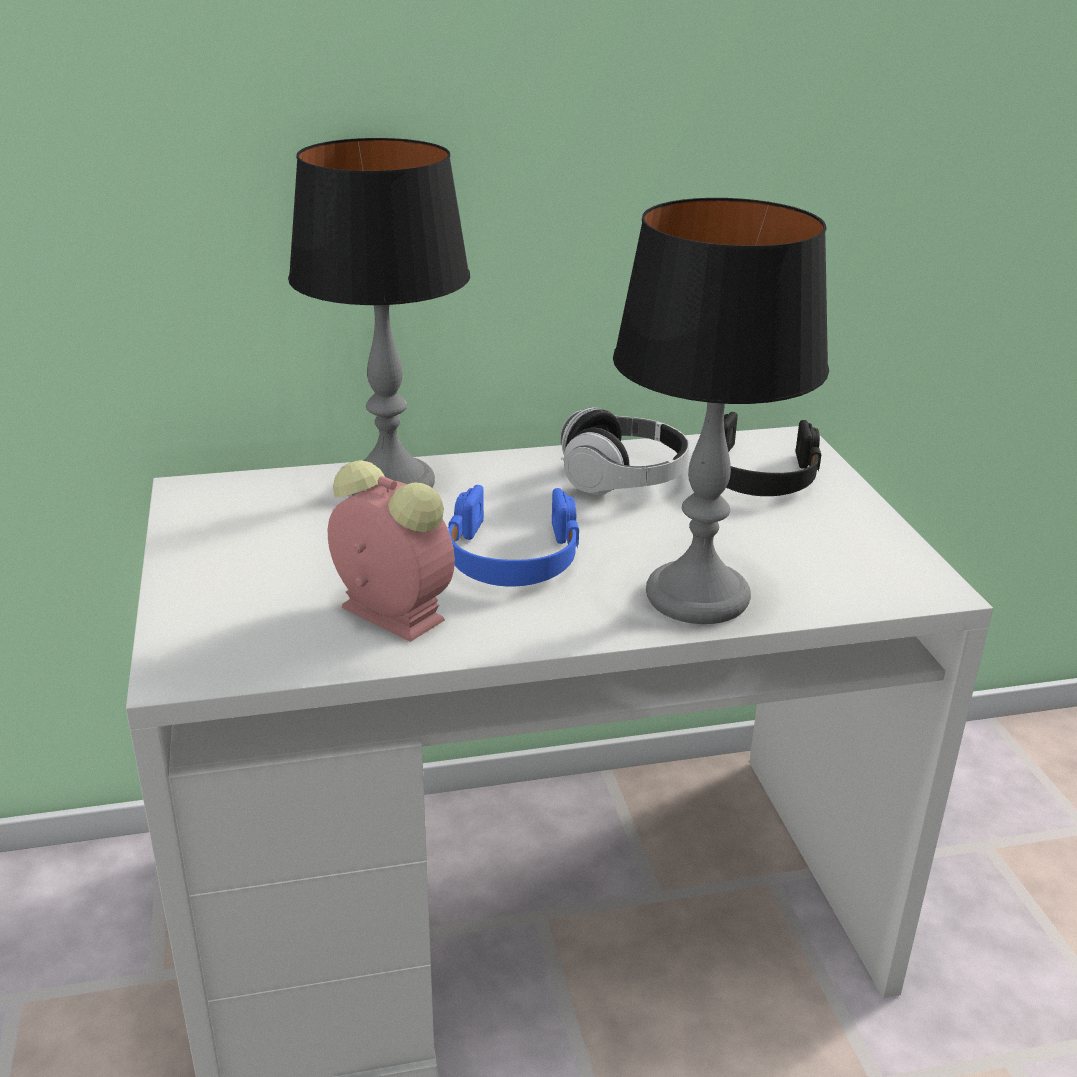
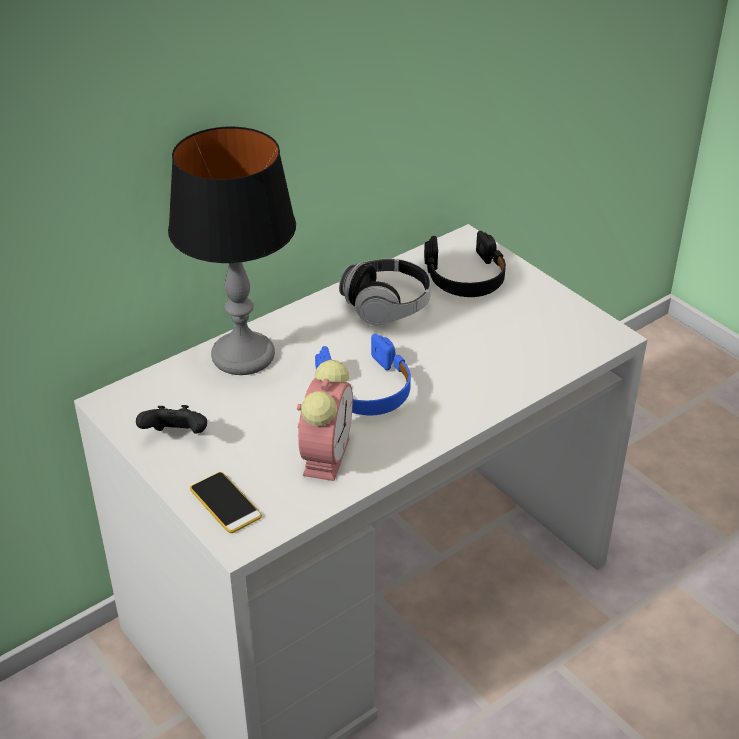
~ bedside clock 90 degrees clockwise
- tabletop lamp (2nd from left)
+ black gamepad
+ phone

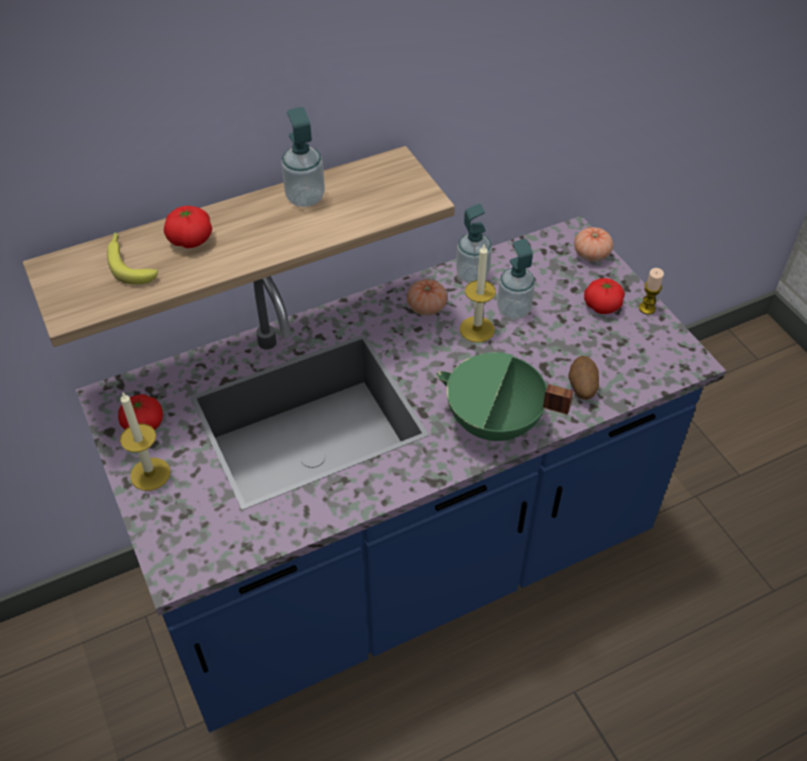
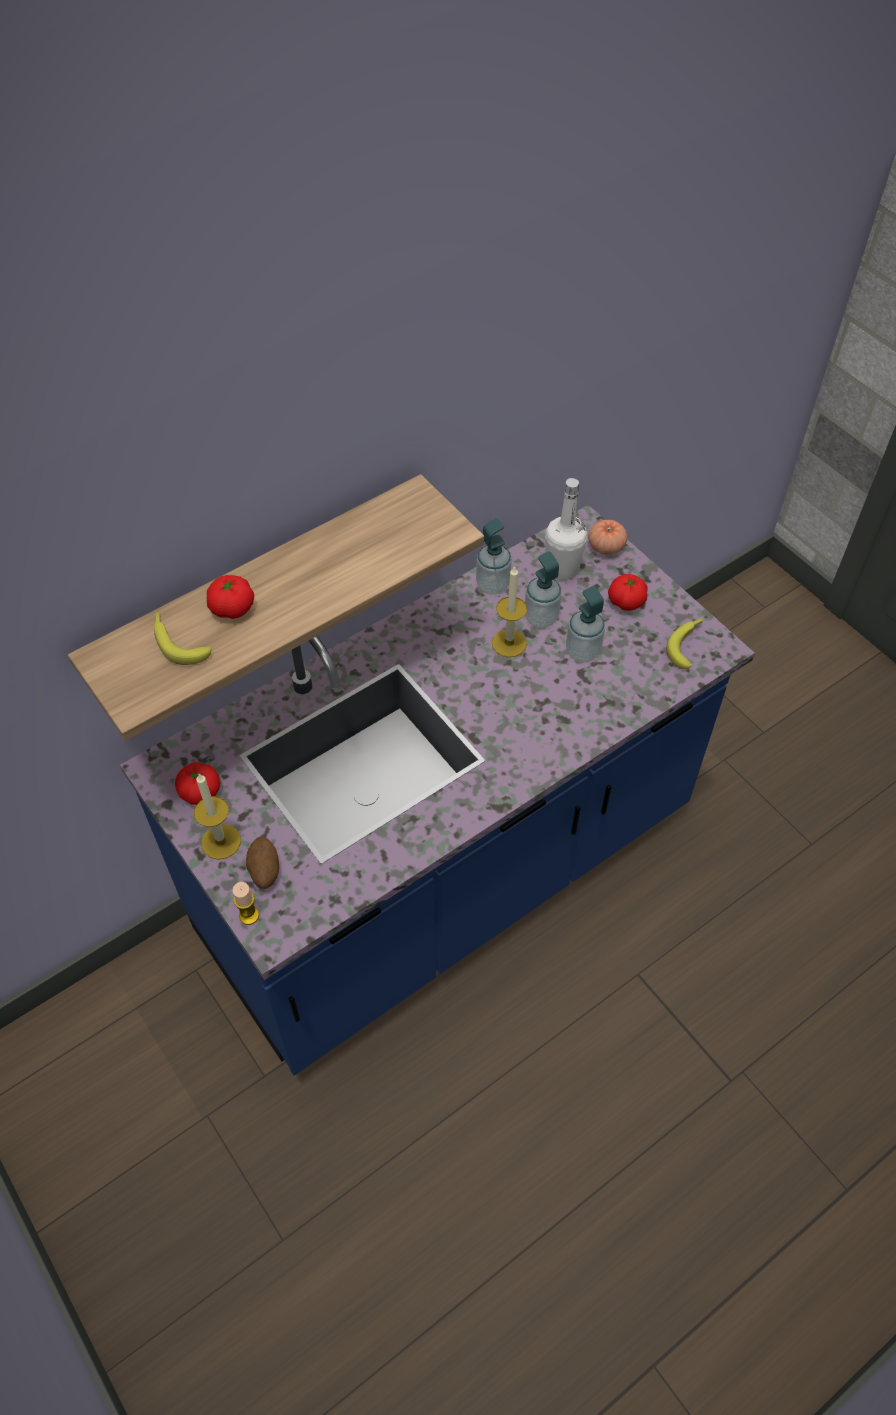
~ liquid soap bottle (1st from left in the first image) to liquid soap bottle (3rd from left)
- tomato (3rd from left)
- greenish saucepot
~ whole potato
~ candle (3rd from left in the first image) to candle (2nd from left)
+ whitish drink bottle
+ banana fruit (2nd from left)

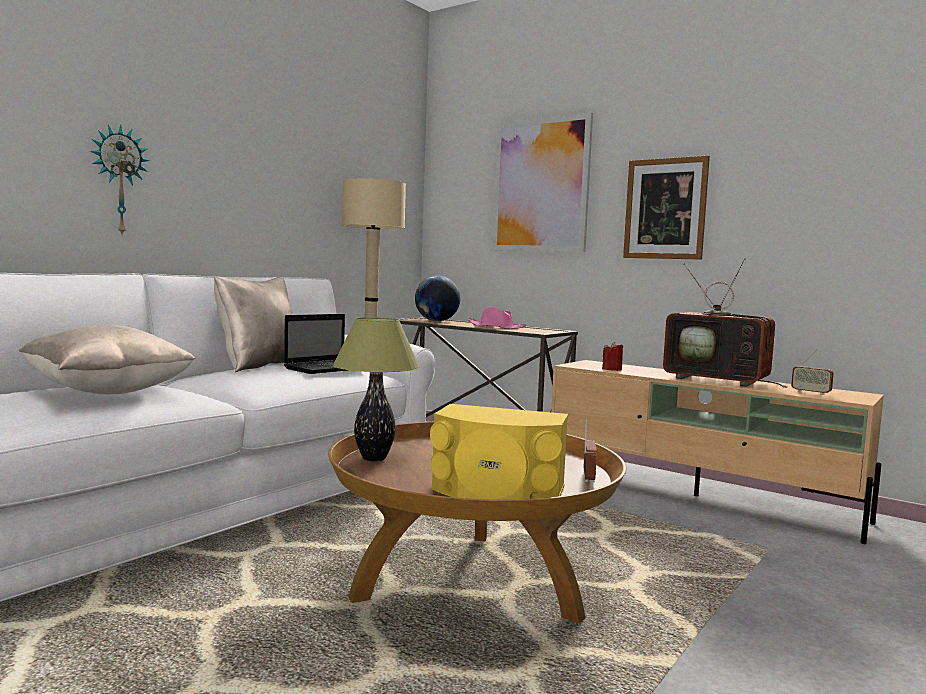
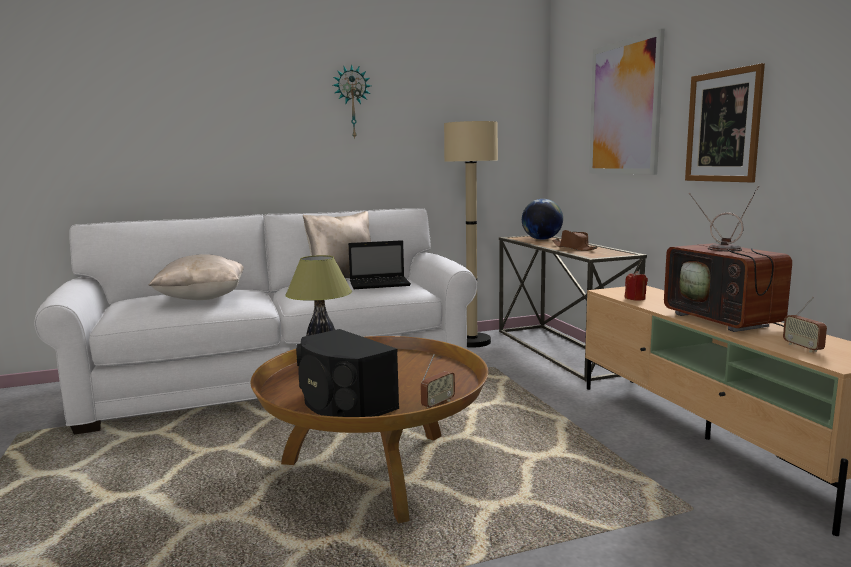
~ hanging clock
~ yellow audio speaker to black audio speaker
~ pinkish clothing hat to brown-coloured clothing hat

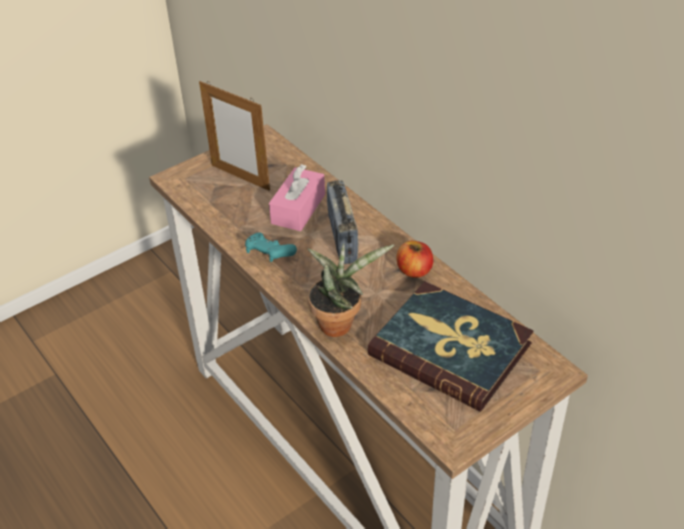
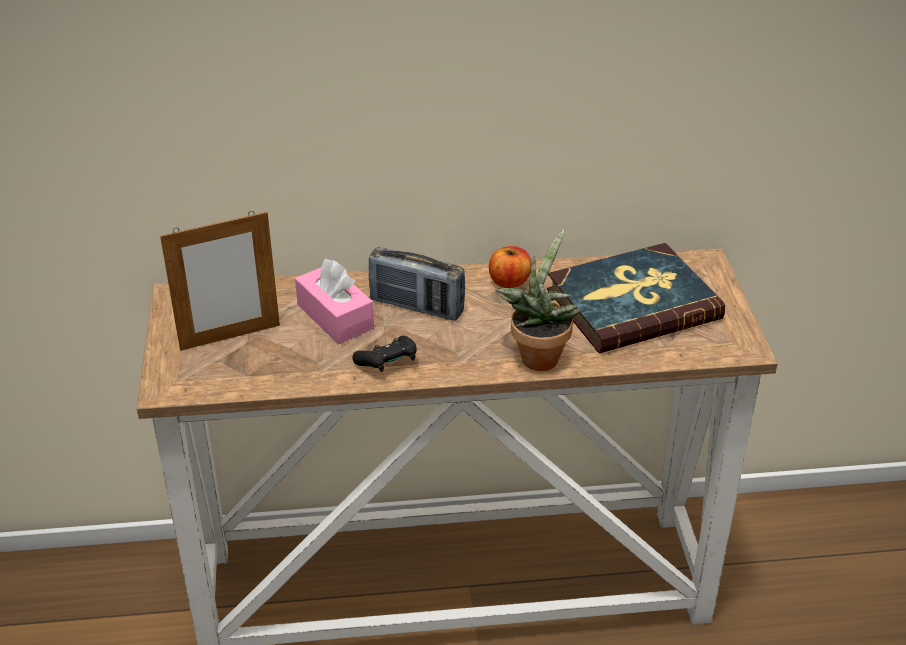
~ turquoise-coloured gamepad to black gamepad

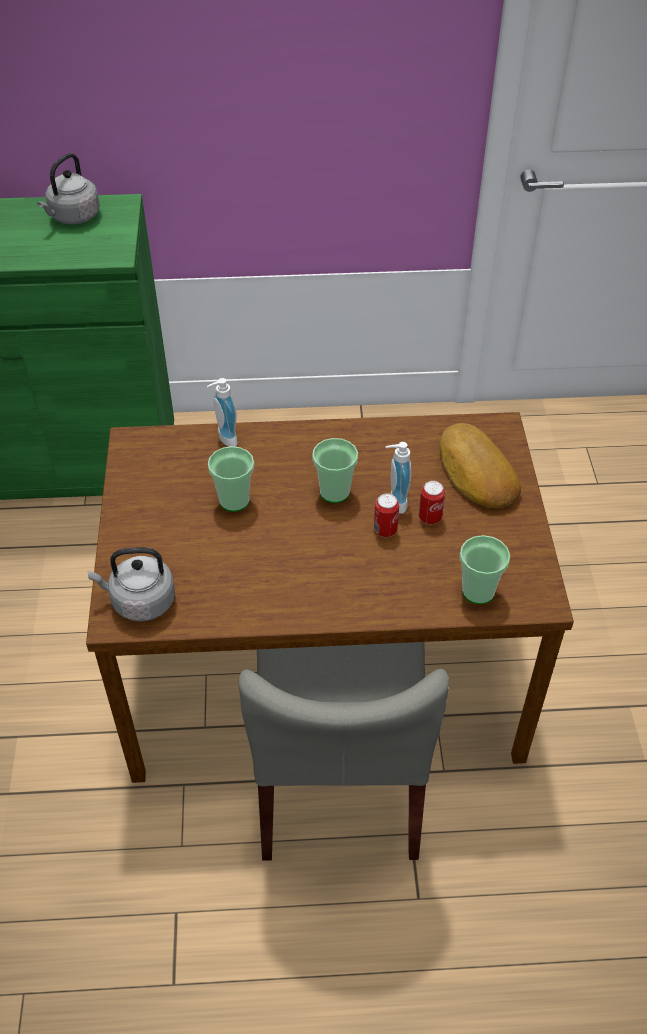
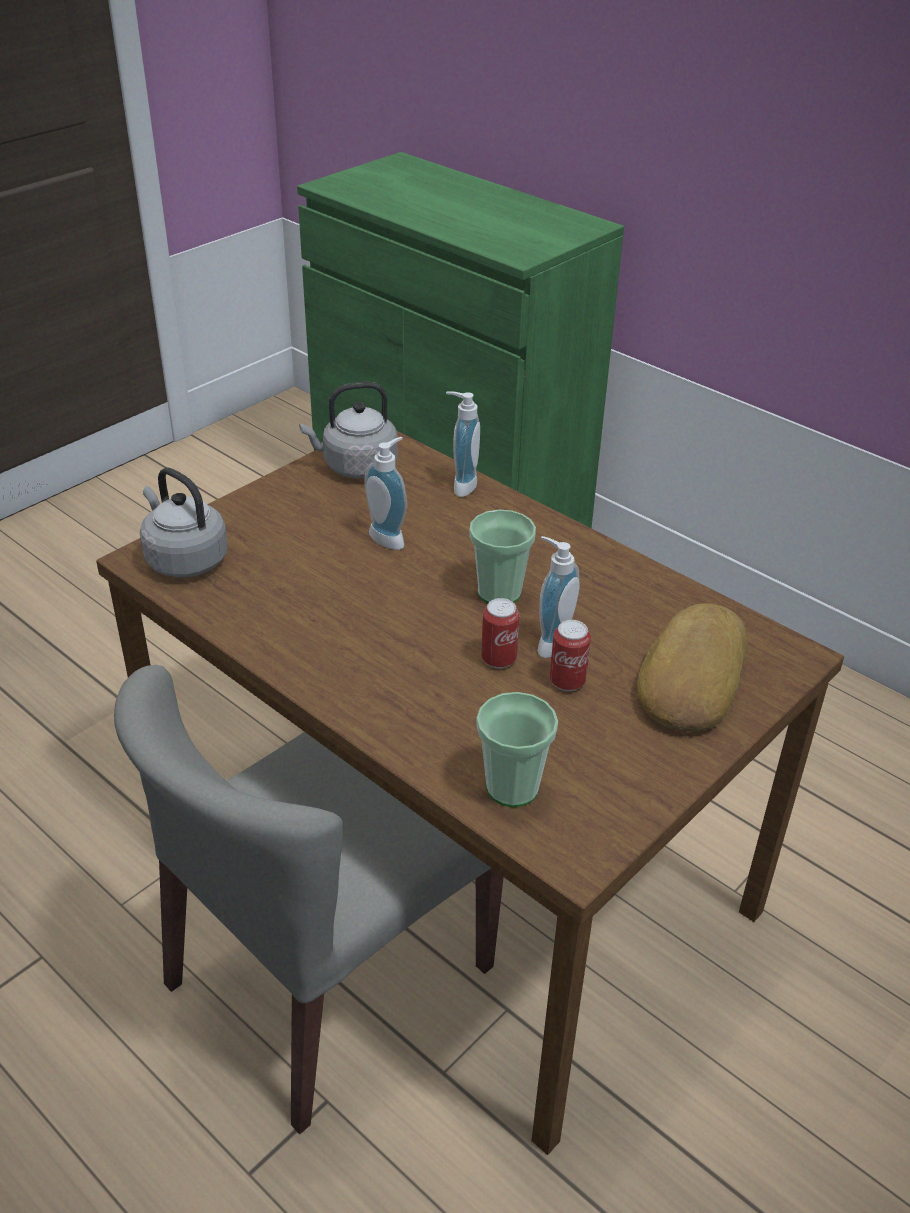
~ grey tea kettle (1st from left in the first image) to grey tea kettle (2nd from left)
~ drinking cup (1st from left) to liquid soap bottle (1st from left)

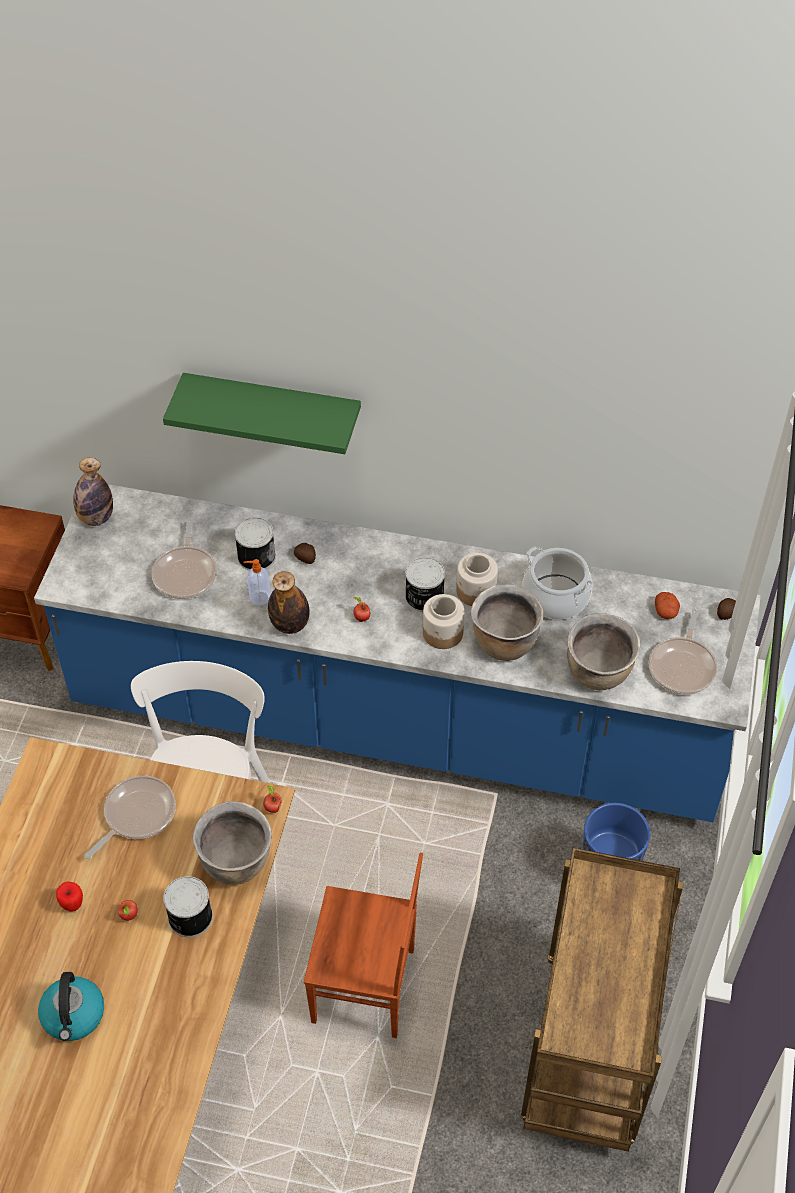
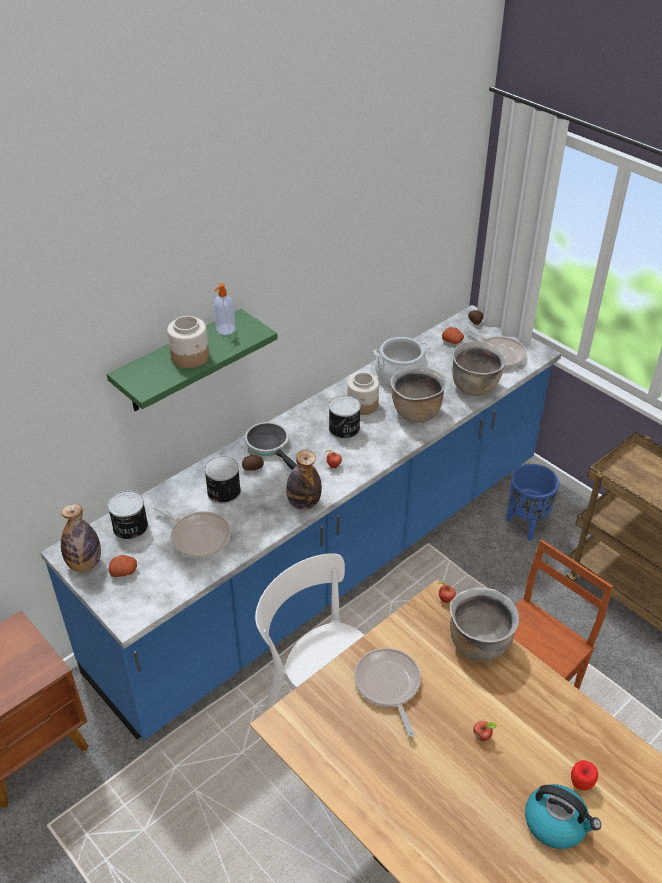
~ apple (1st from left in the first image) to apple (4th from left)
~ can (1st from left)
~ liquid soap bottle
~ preserve jar (1st from left)
+ whole potato (1st from left)
+ frying pan (2nd from left)

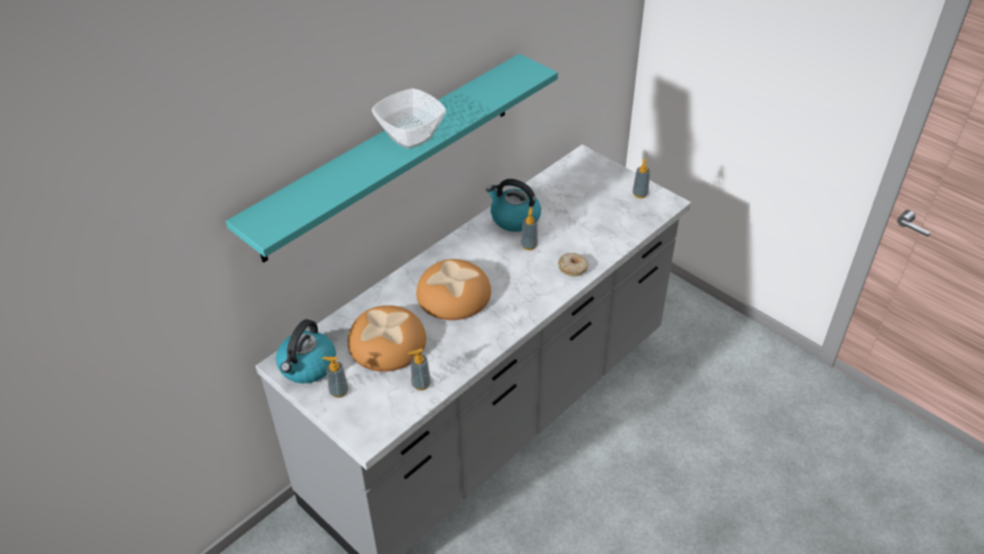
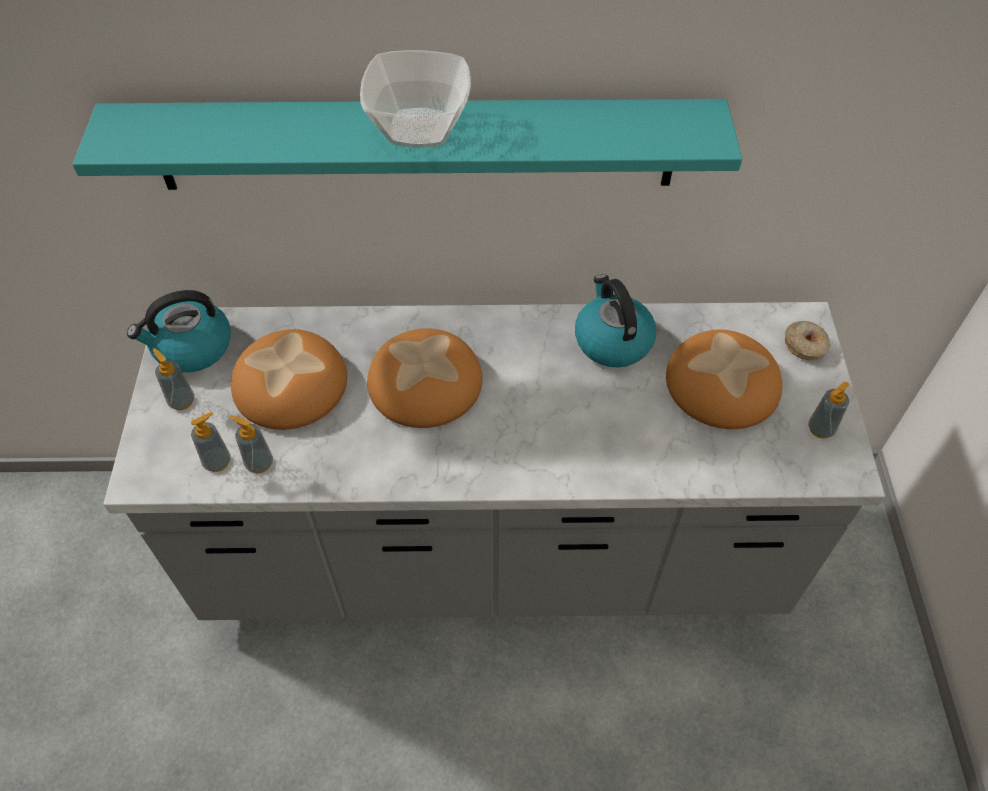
~ liquid soap bottle (3rd from left in the first image) to liquid soap bottle (2nd from left)
~ ring doughnut
+ baked bread (3rd from left)

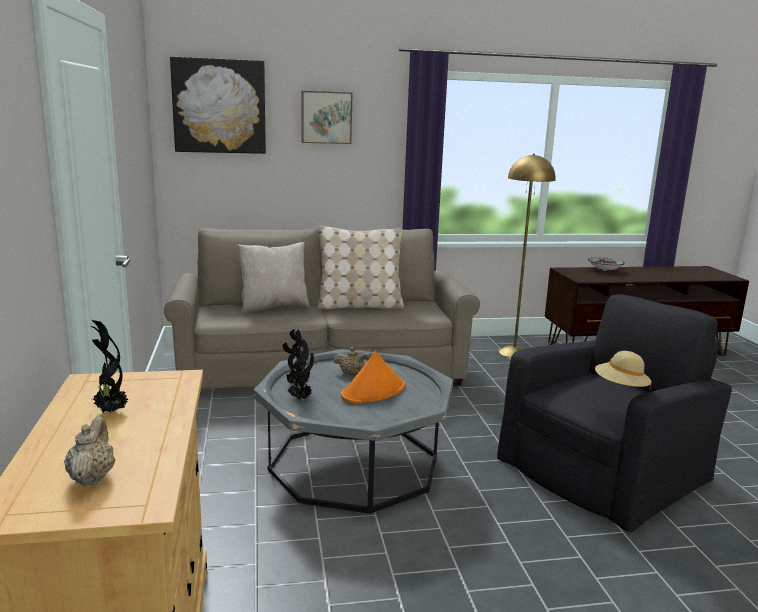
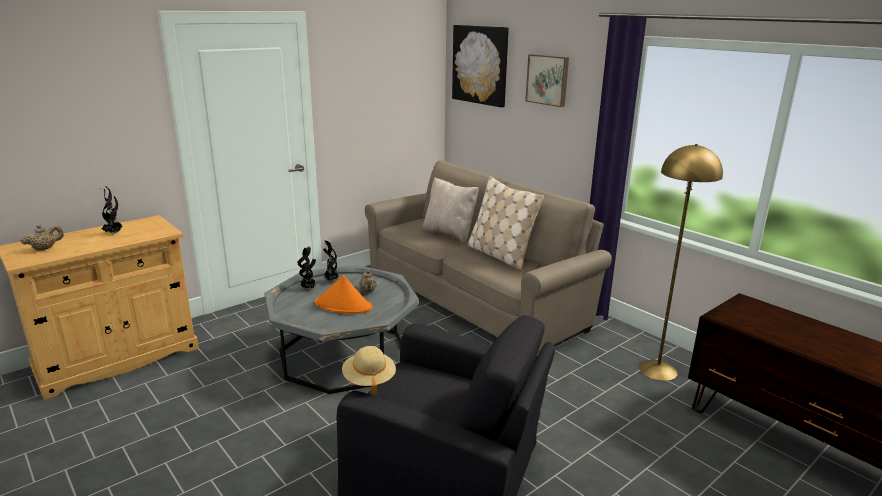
- serving bowl

